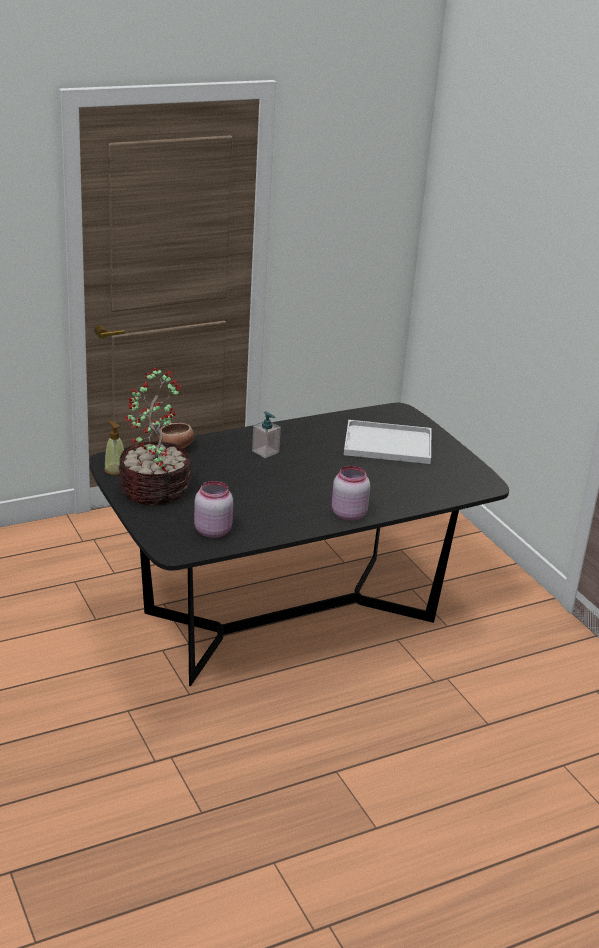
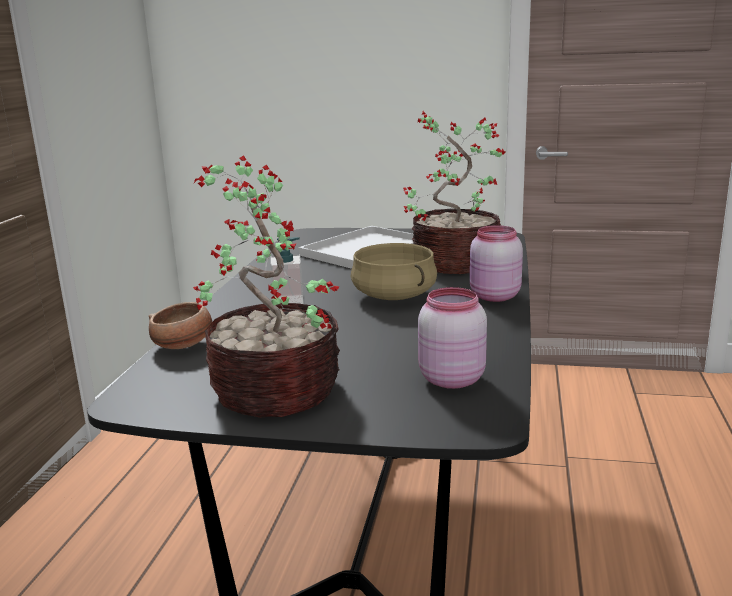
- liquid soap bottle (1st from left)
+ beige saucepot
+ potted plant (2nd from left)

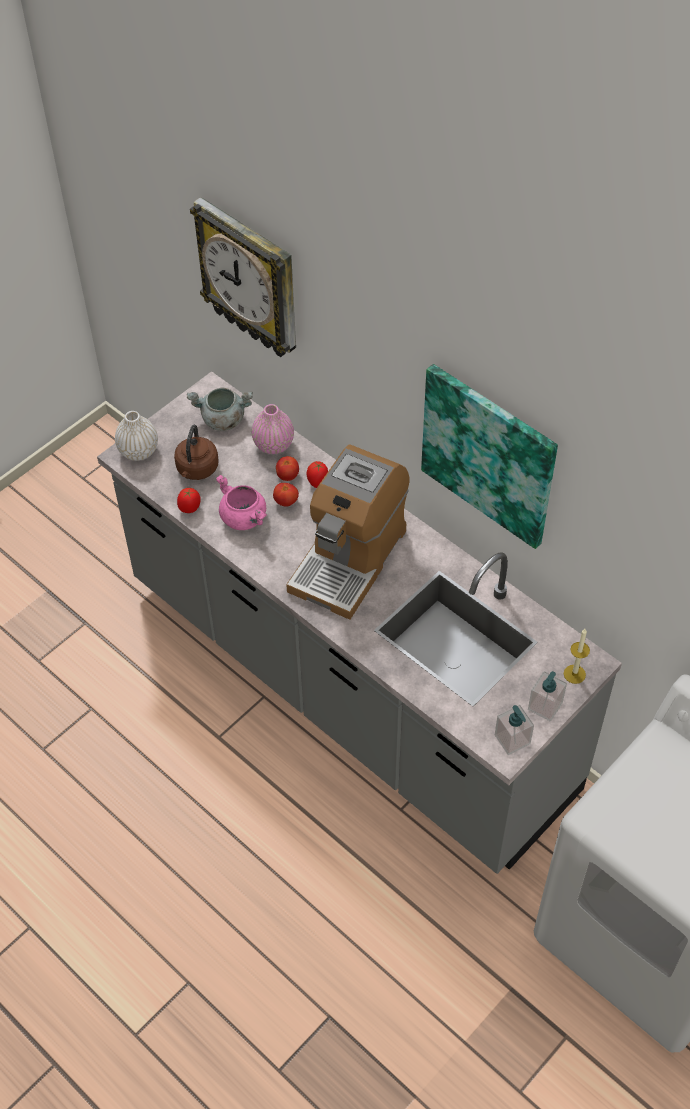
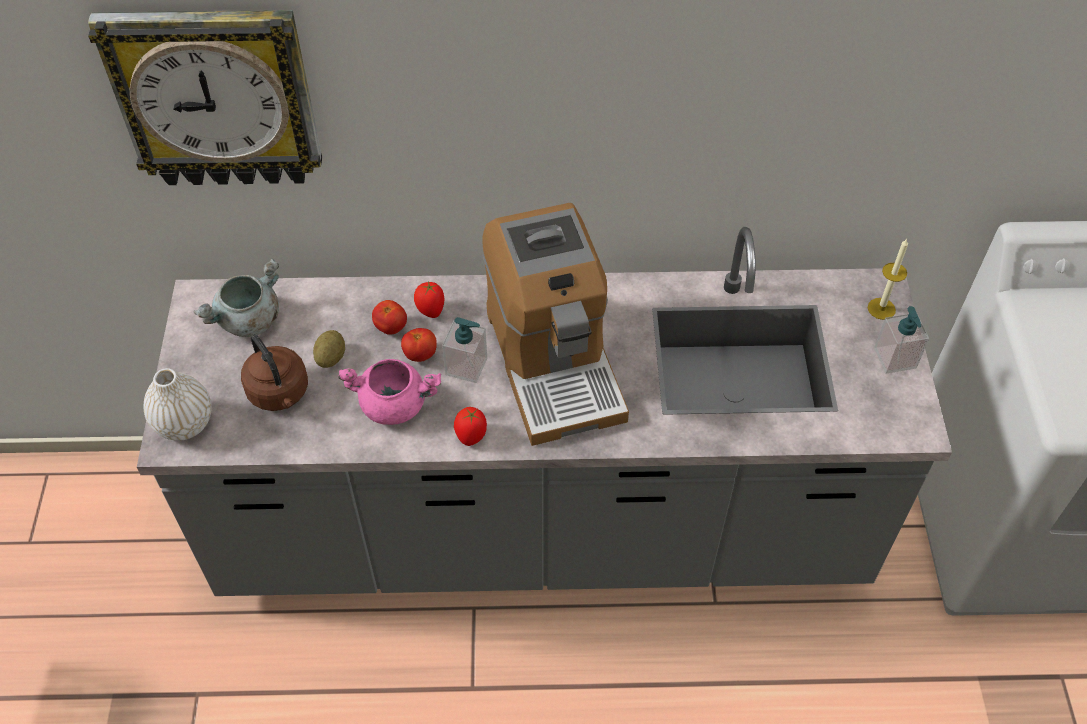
~ tomato (1st from left in the first image) to tomato (4th from left)
- pinkish vase
- picture
~ liquid soap bottle (1st from left)
+ whole potato

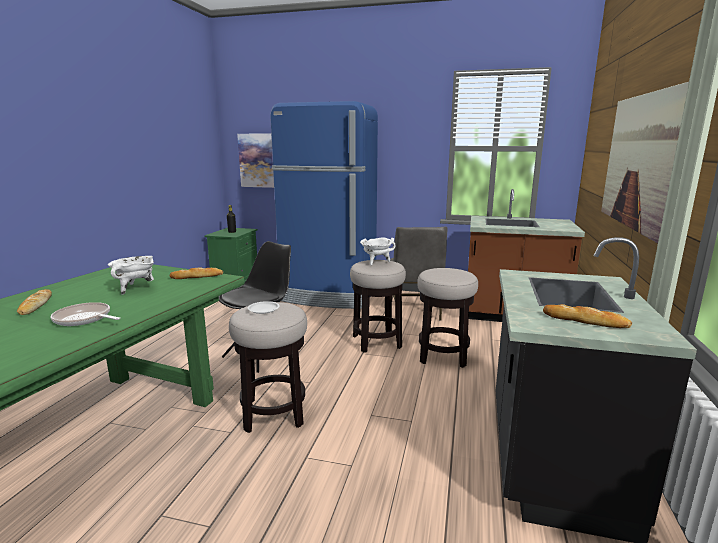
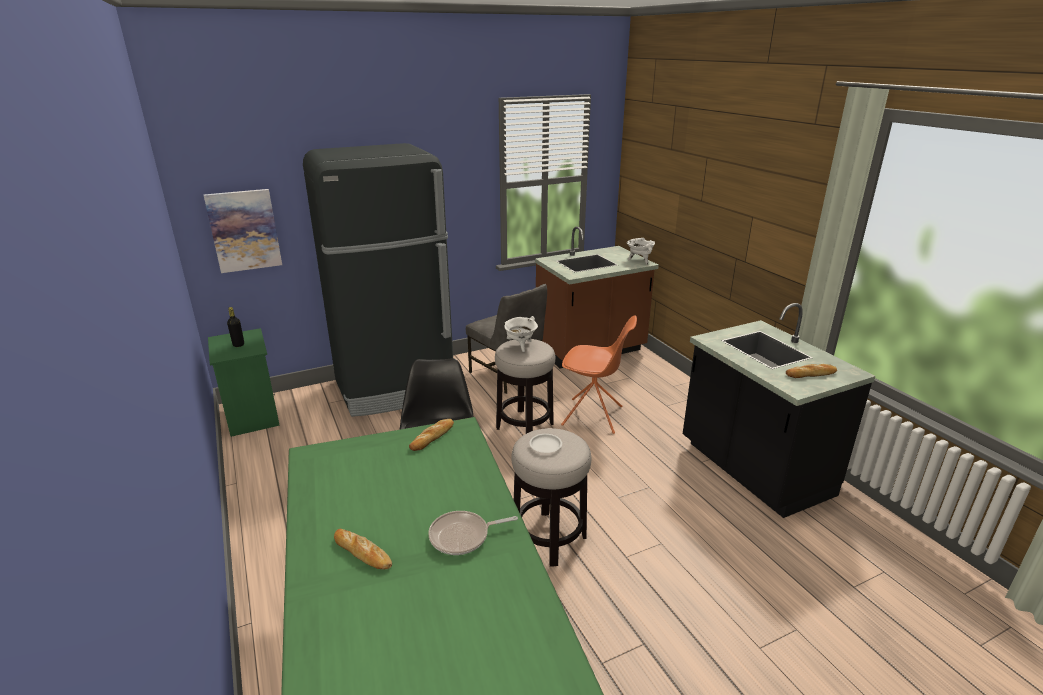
~ whitish saucepot (1st from left in the first image) to whitish saucepot (2nd from left)
~ bluish refrigerator to black refrigerator
~ stool seat (3rd from left) to orange chair
- picture (2nd from left)

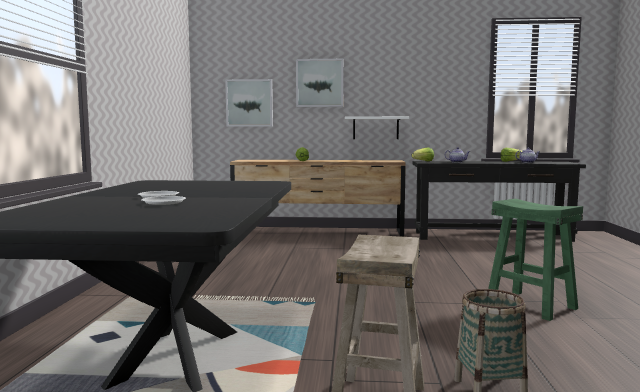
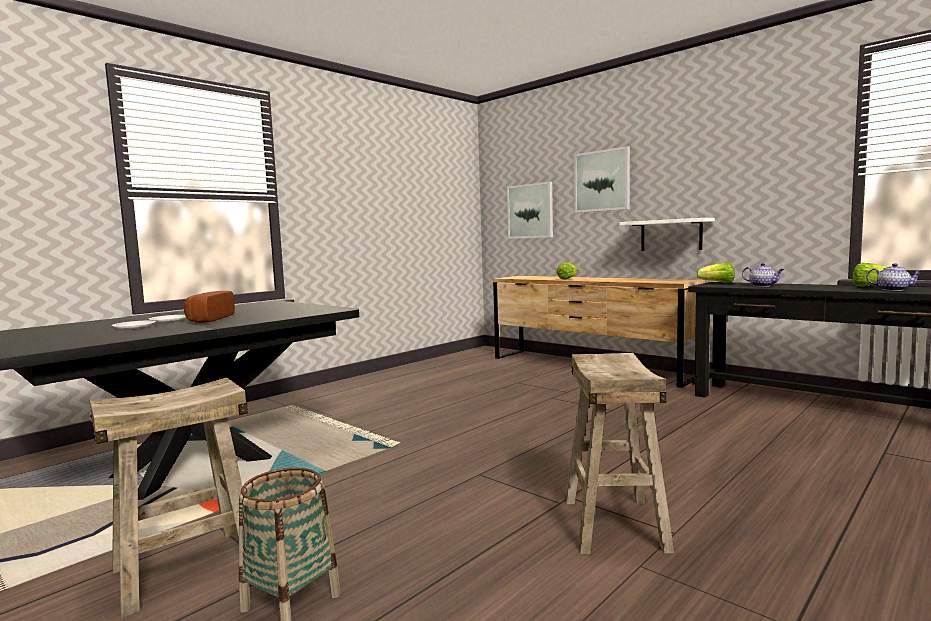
~ greenish stool seat to beige stool seat (2nd from left)
+ baked bread

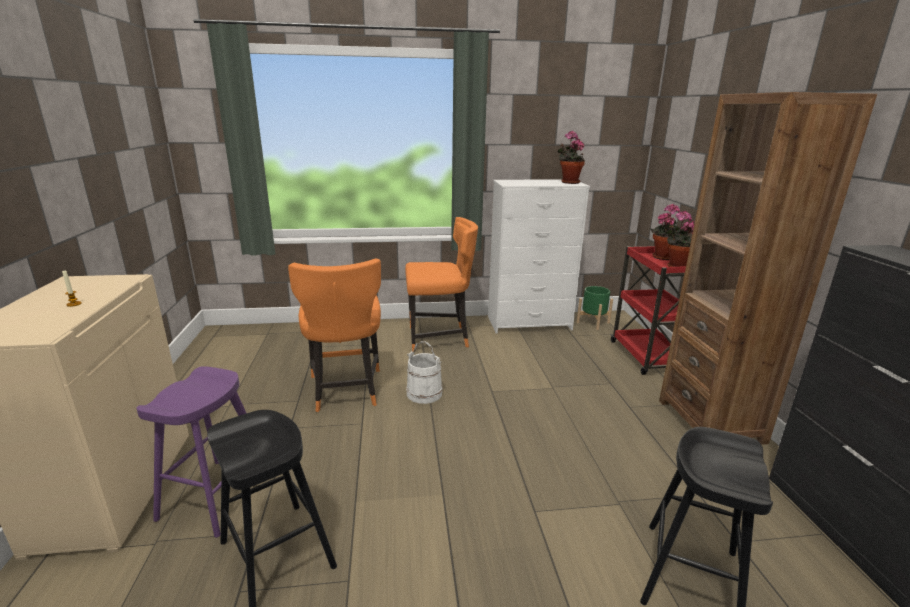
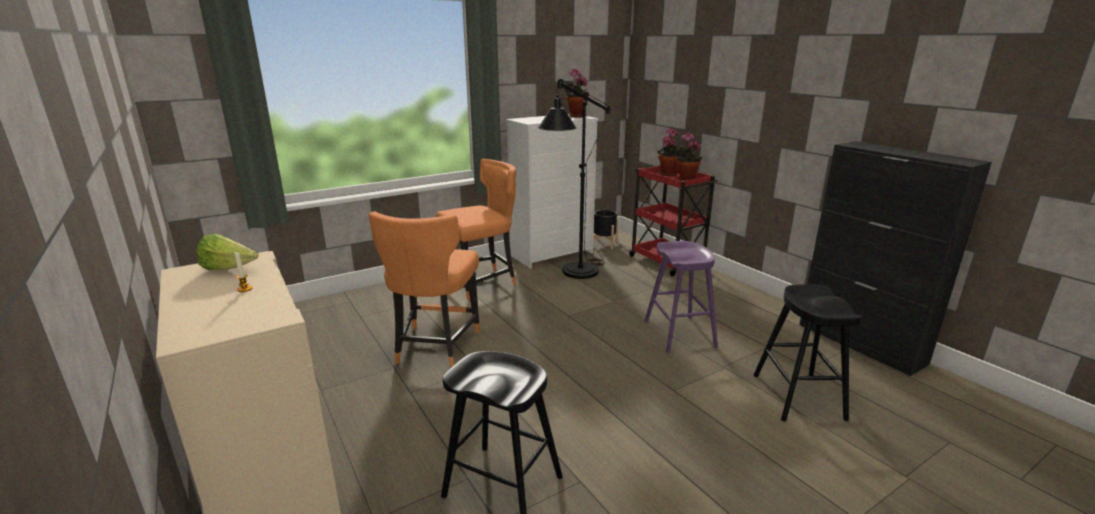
~ purple-coloured stool seat
~ orange chair (1st from left) 45 degrees clockwise
- whitish bucket
~ greenish planter to black planter
- brown-coloured shelving unit
+ head of lettuce
+ black standard lamp

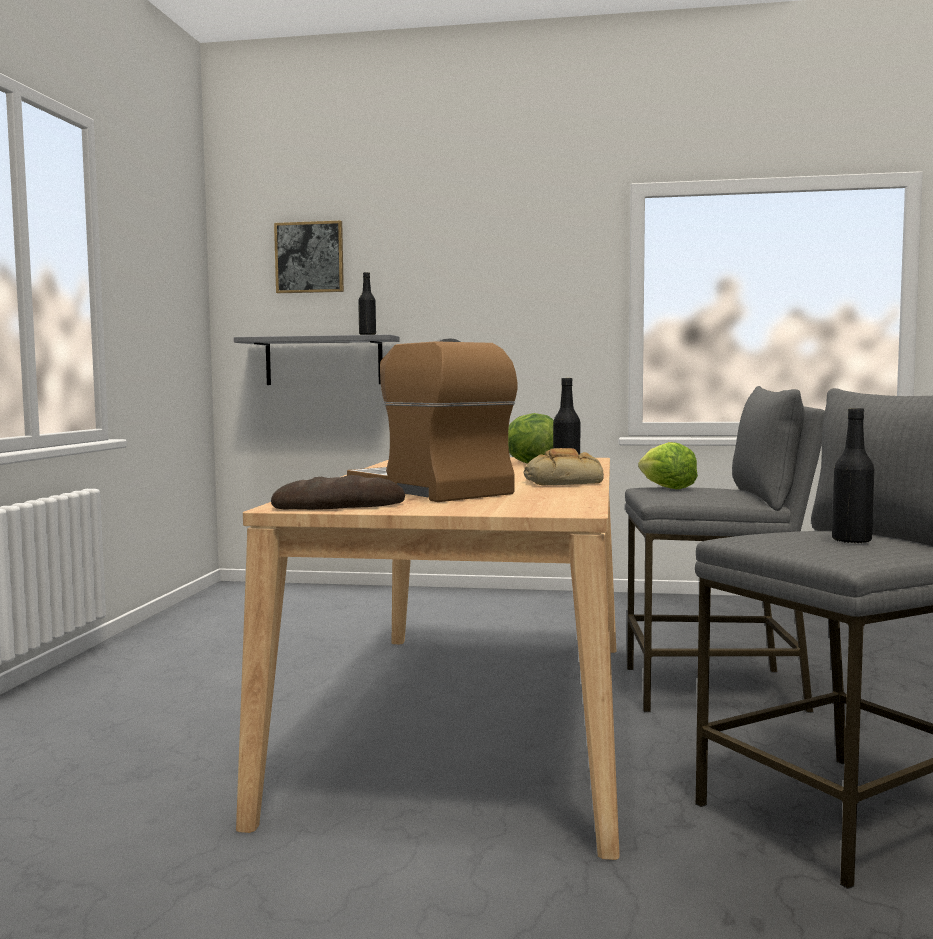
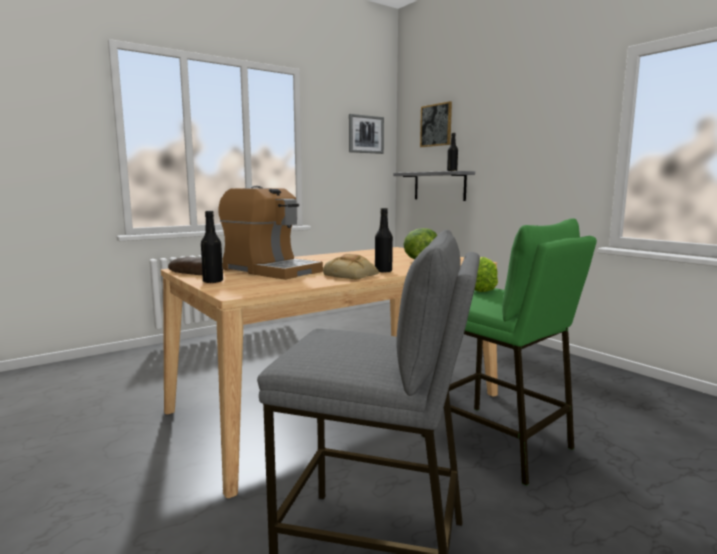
~ coffee maker 120 degrees clockwise
~ grey stool seat (1st from left) to greenish stool seat
~ black drink bottle (3rd from left in the first image) to black drink bottle (1st from left)
+ picture (1st from left)

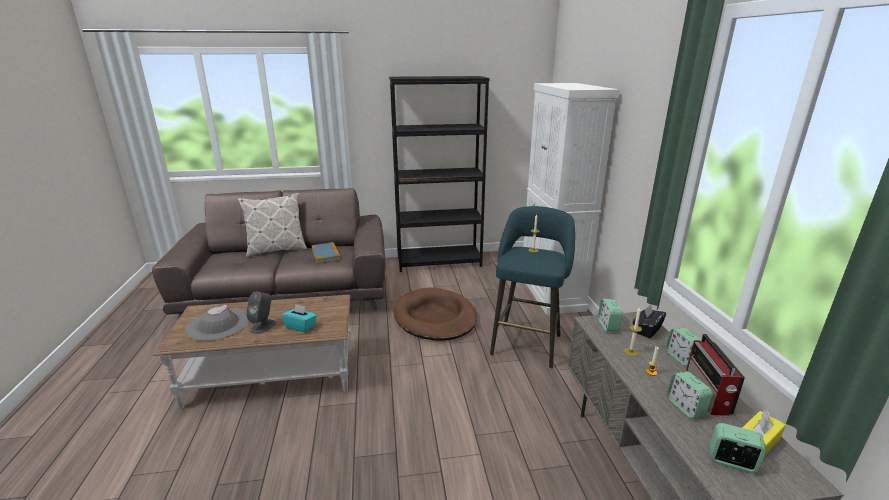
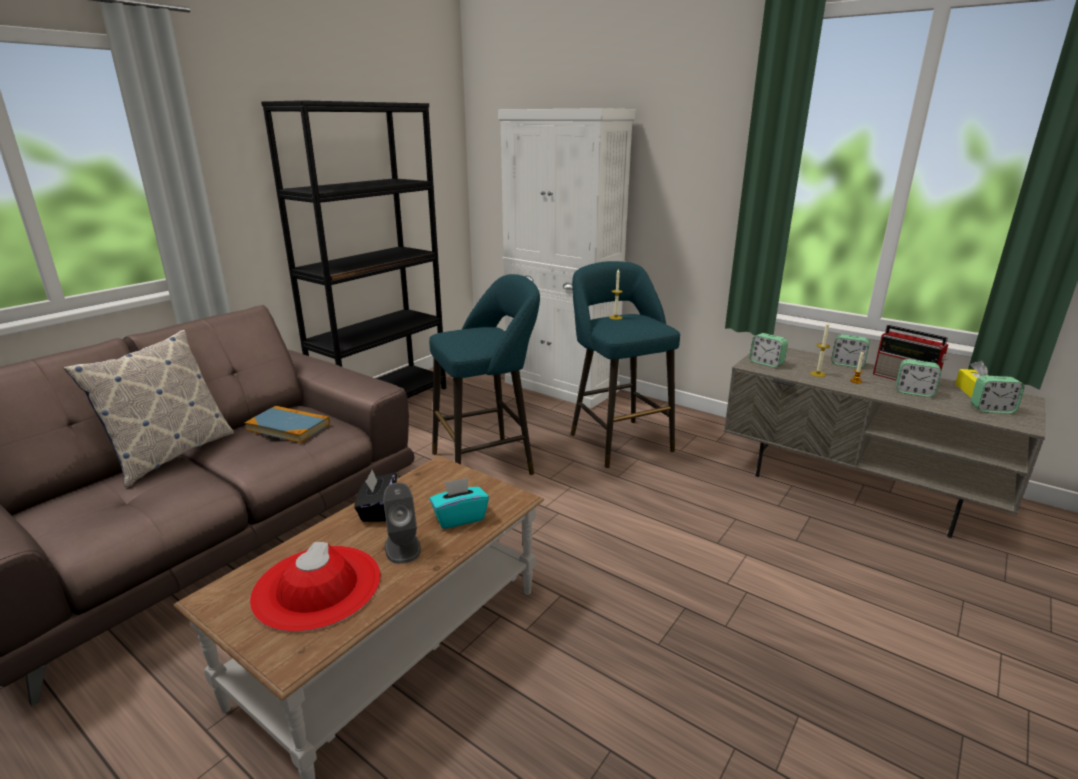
~ grey clothing hat to red-coloured clothing hat
~ brown-coloured pet bed to turquoise-coloured stool seat (1st from left)
~ black box of tissues
~ bedside clock (4th from left) 150 degrees counterclockwise

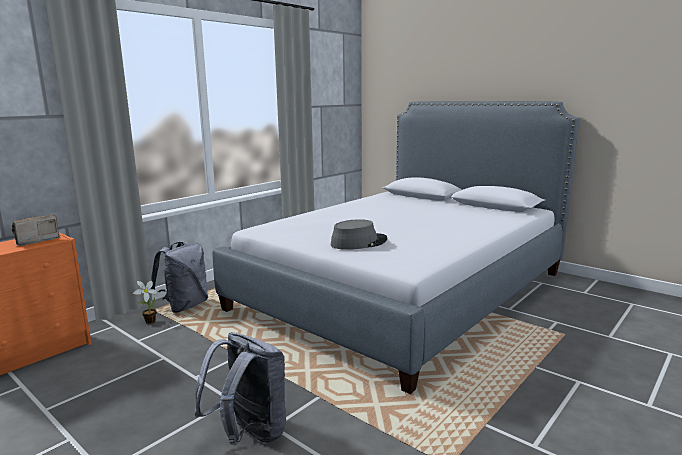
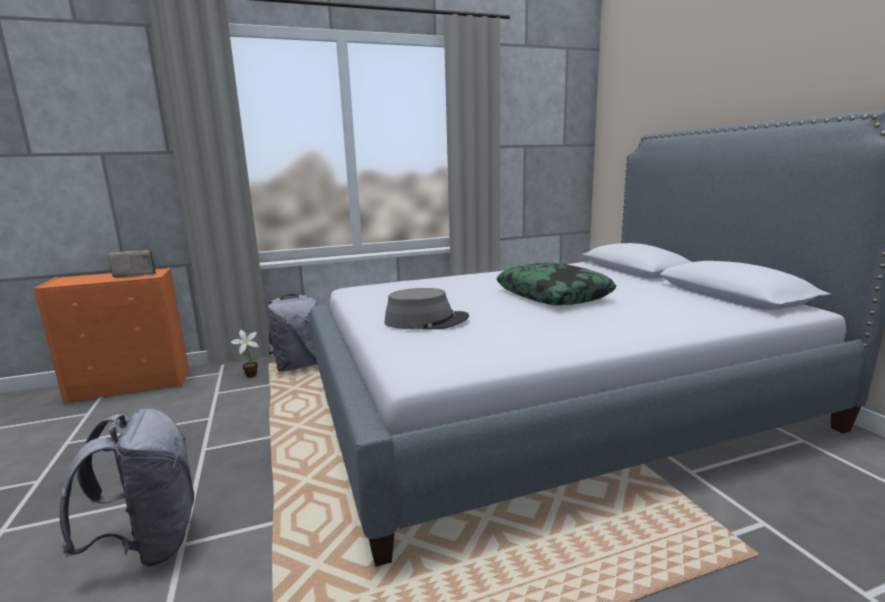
+ throw pillow

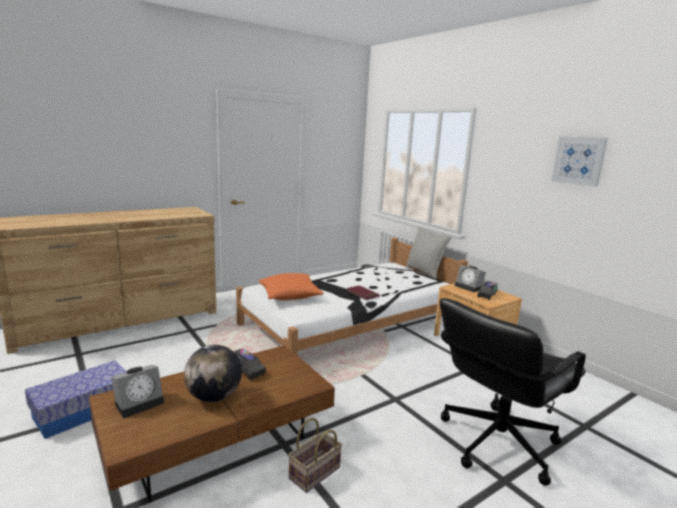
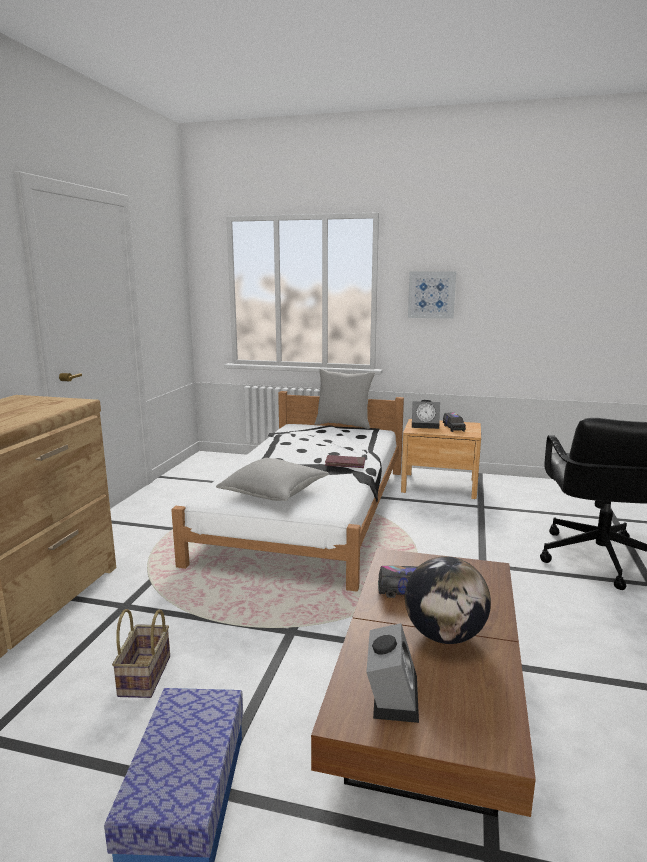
~ orange throw pillow to grey throw pillow (1st from left)
~ storage basket
~ picture

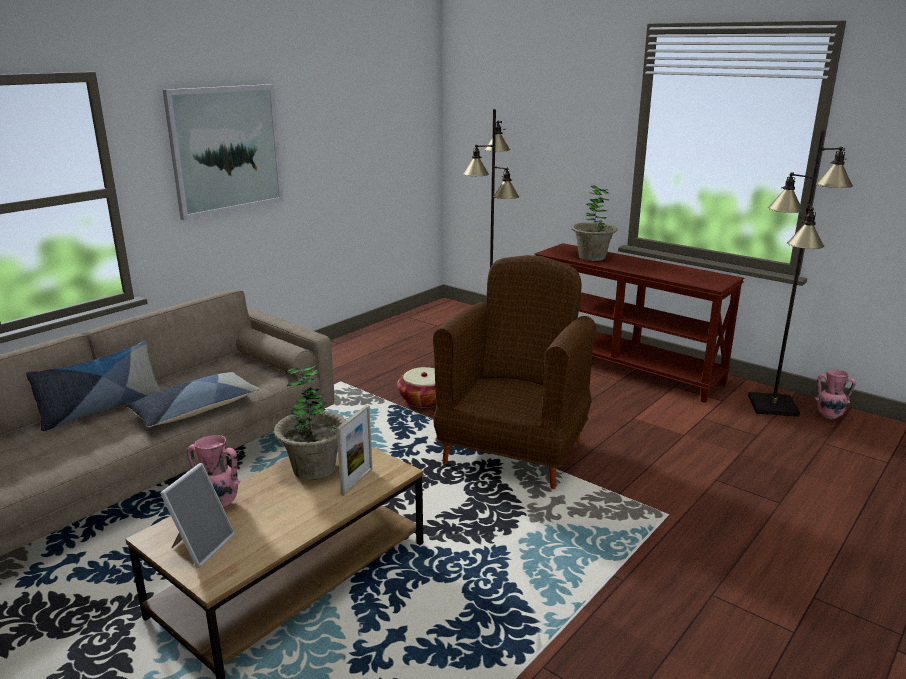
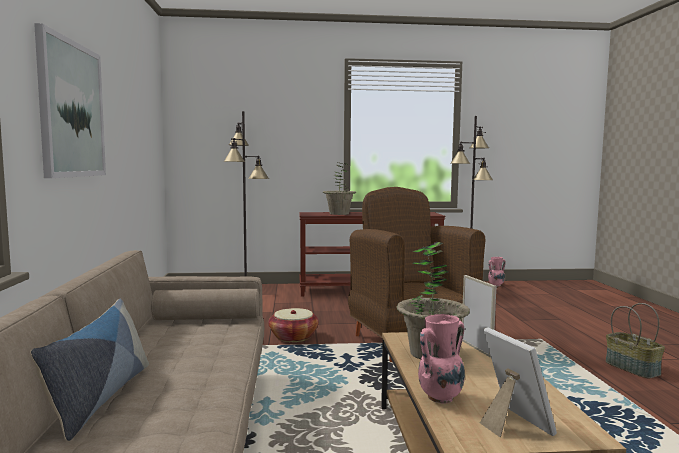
- throw pillow (2nd from left)
+ storage basket (2nd from left)

